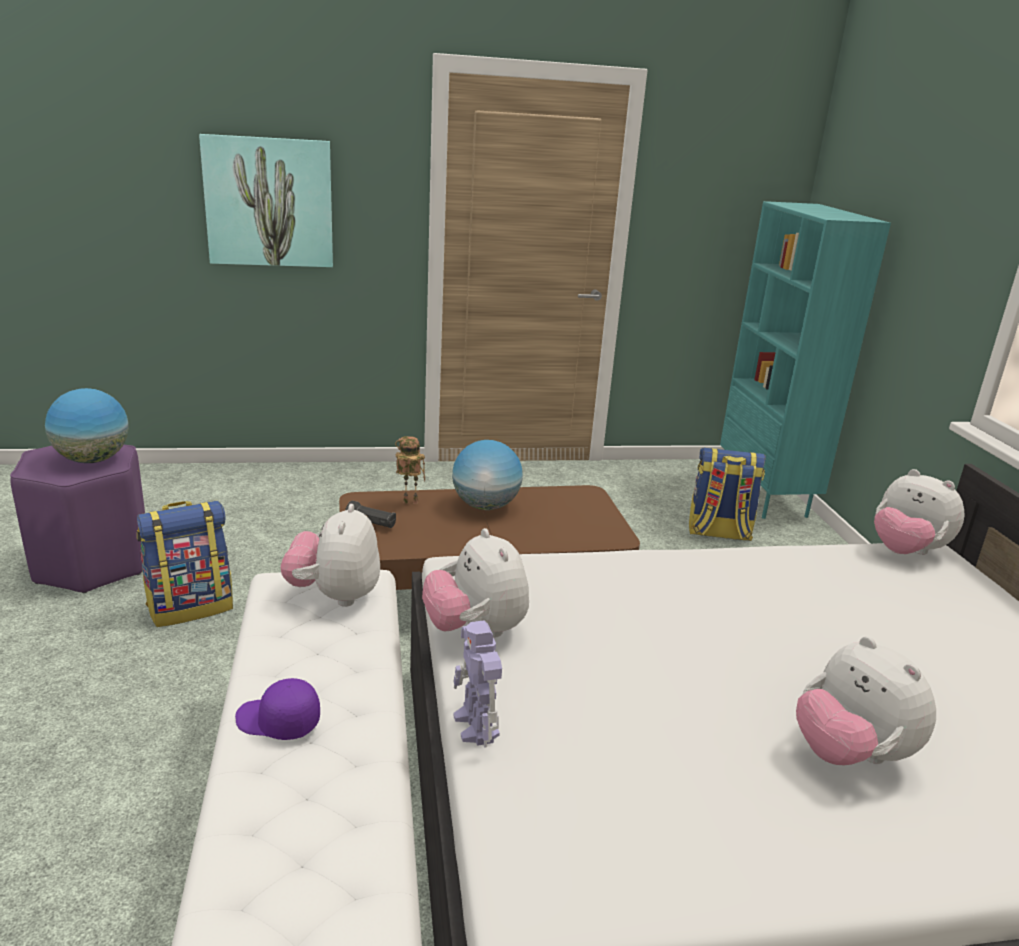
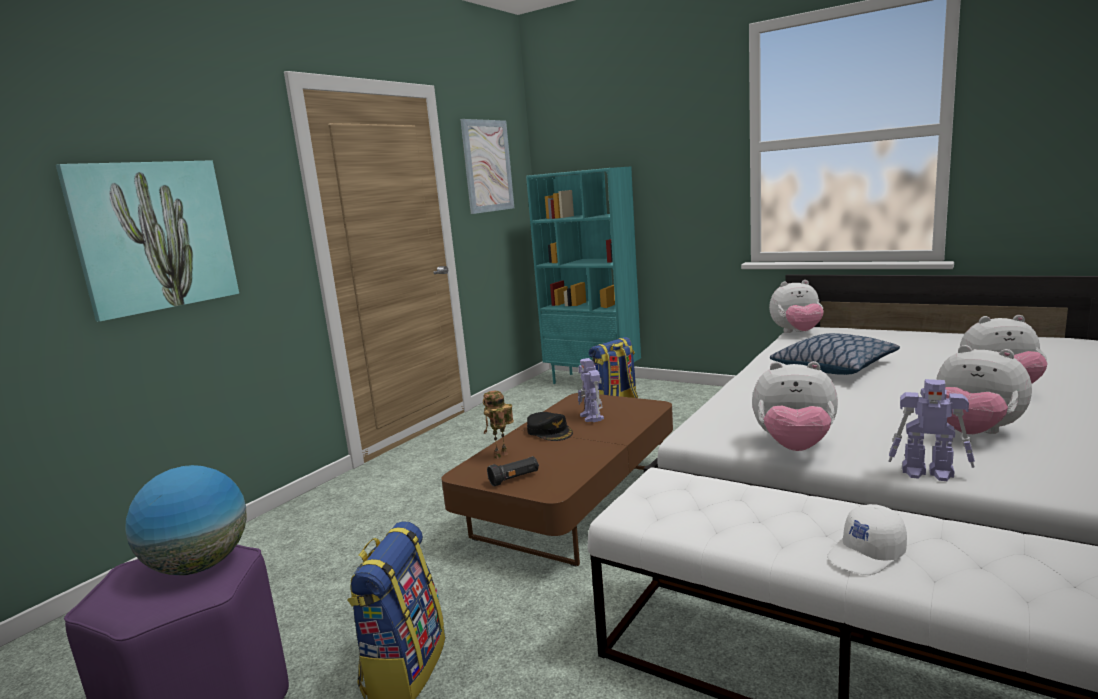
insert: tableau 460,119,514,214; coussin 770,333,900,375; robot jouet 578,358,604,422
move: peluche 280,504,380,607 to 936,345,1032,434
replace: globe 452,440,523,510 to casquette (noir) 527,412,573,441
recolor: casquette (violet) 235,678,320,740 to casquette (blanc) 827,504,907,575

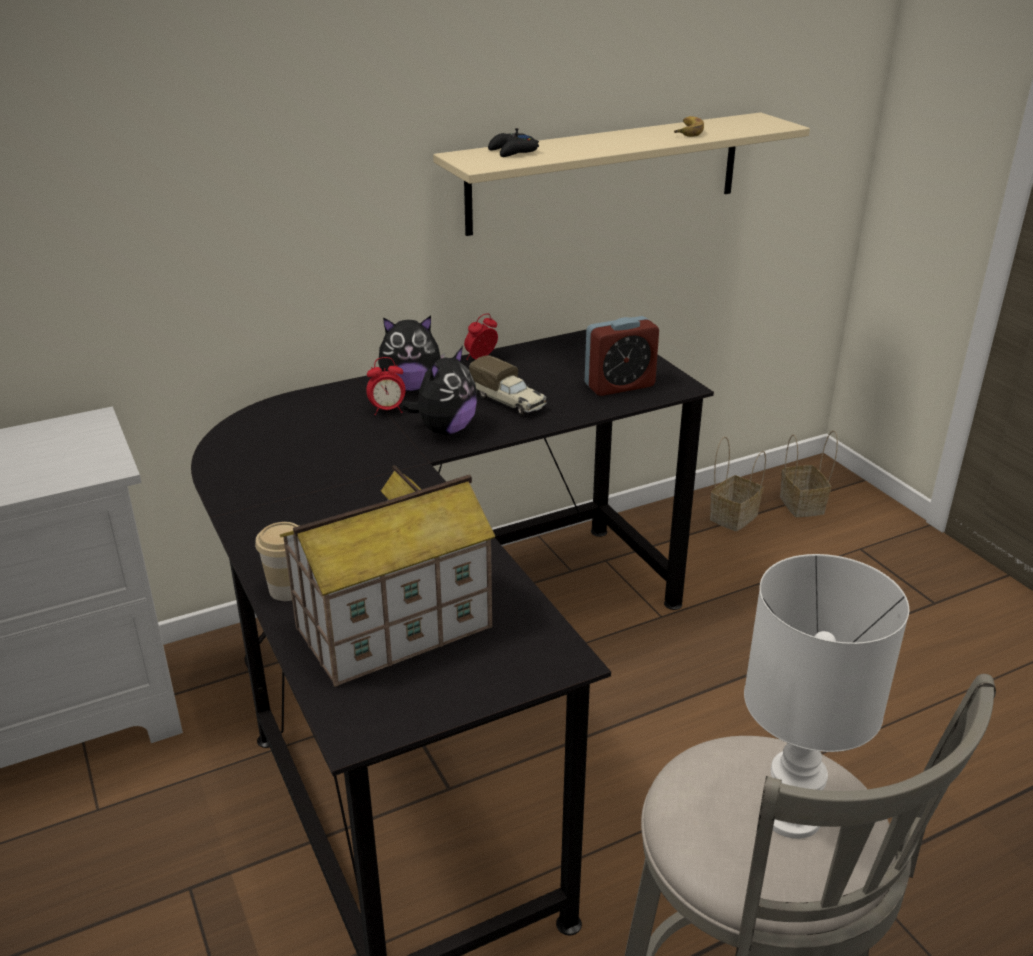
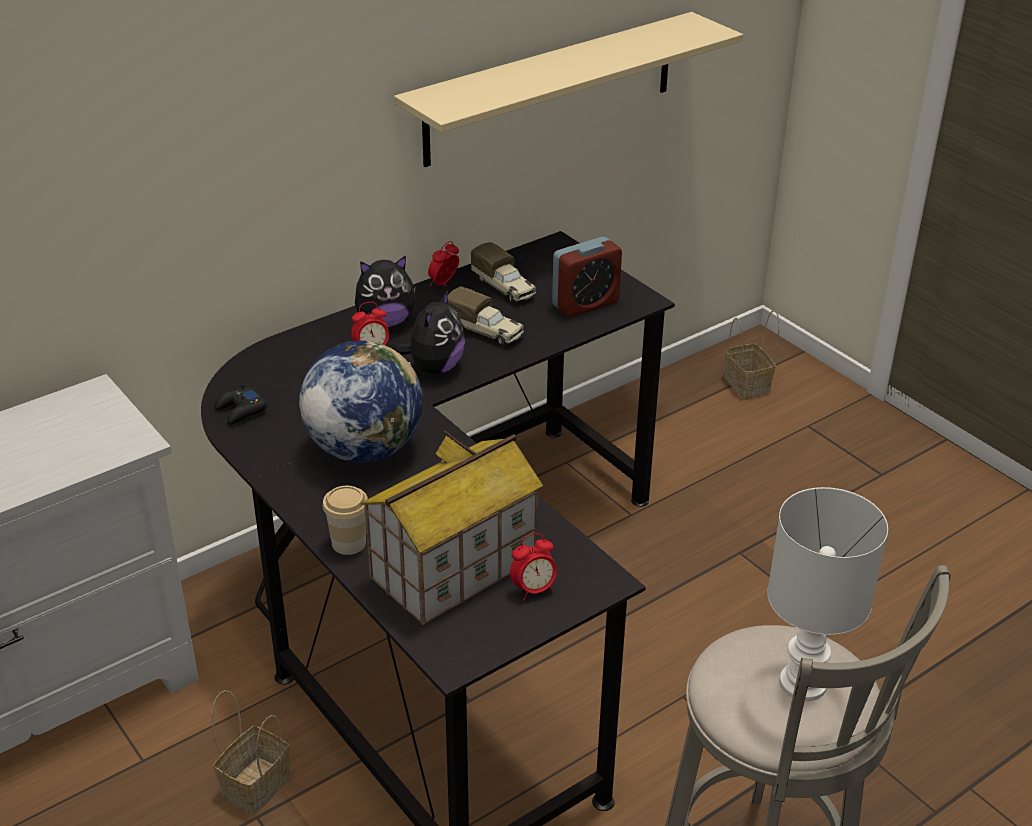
delete: banane 674,116,704,137
insert: camion jouet 471,242,536,303; globe 299,340,423,463; réveil 510,533,557,601
move: manette (noir) 488,128,539,157 to 214,384,267,425; panier 710,437,766,531 to 211,690,290,814

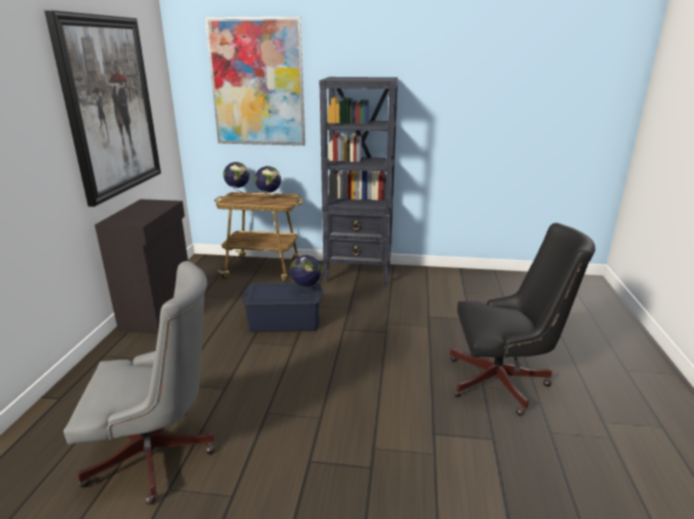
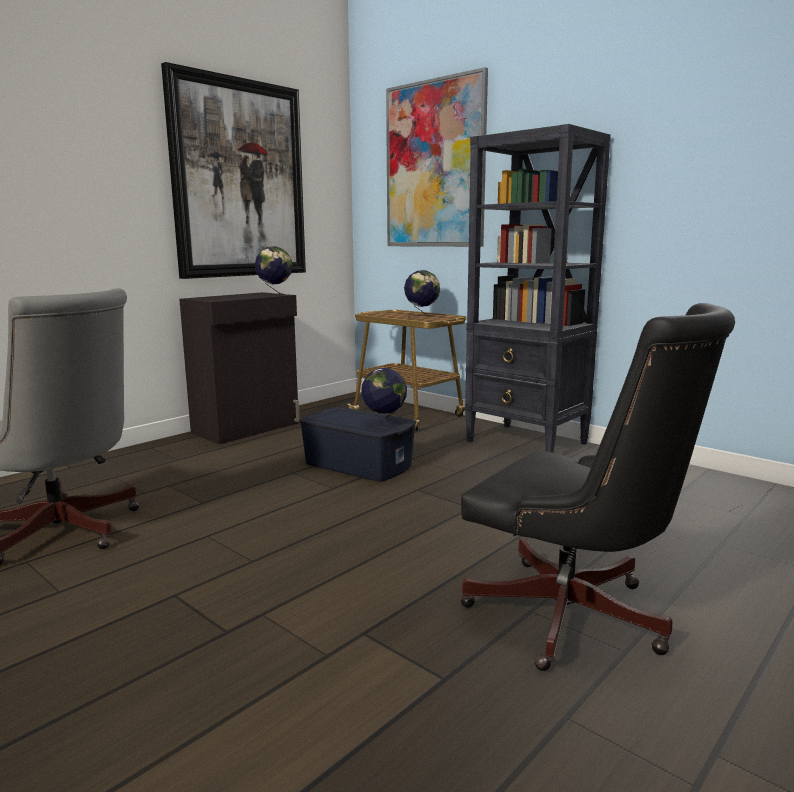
move: globe 223,162,249,197 to 255,246,293,296

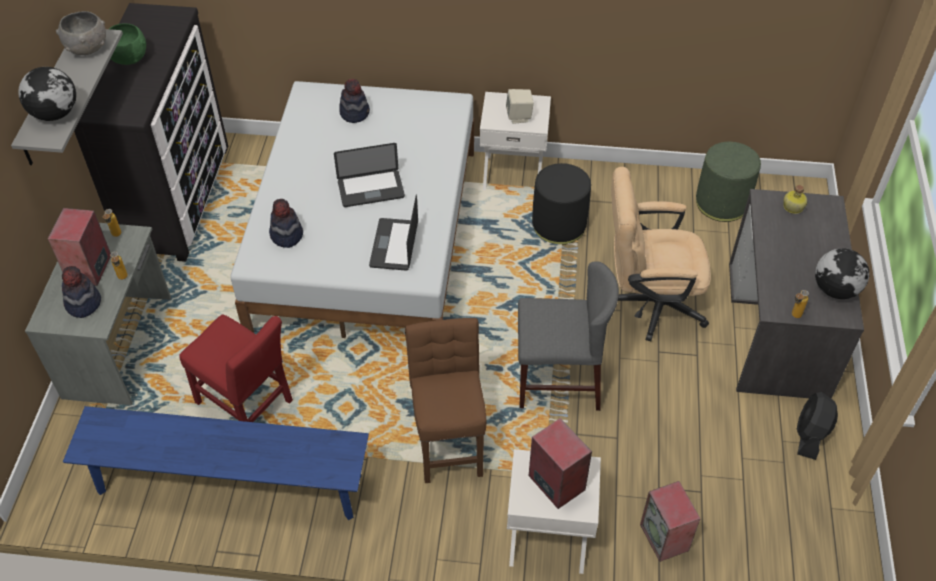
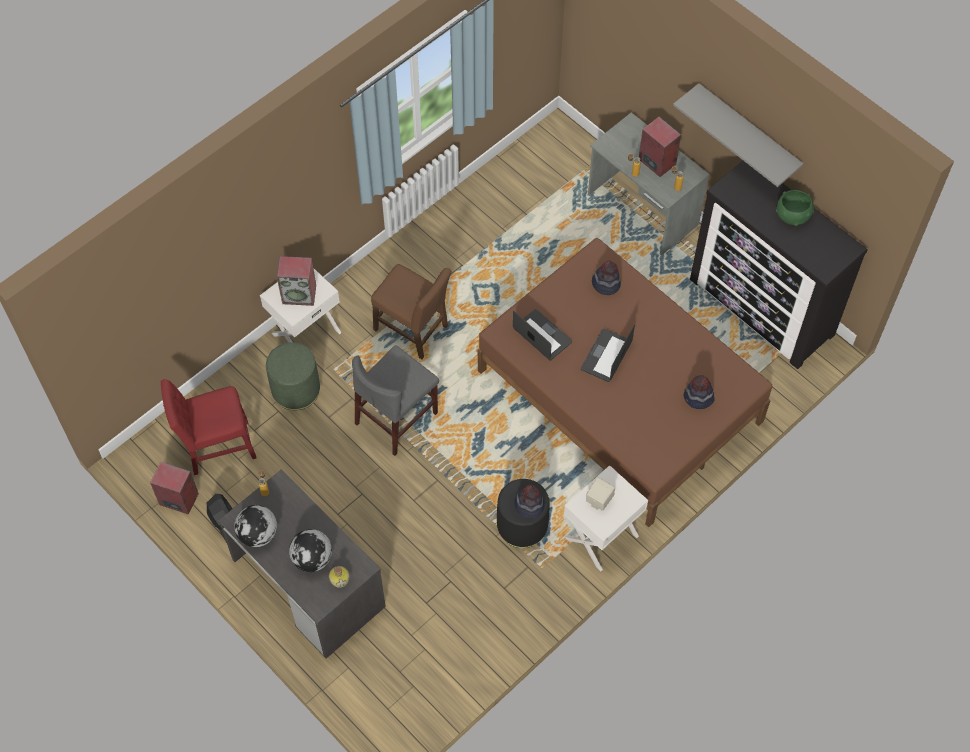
delete: bol (gris) 56,11,106,55; chaise de bureau (beige) 611,167,711,341; banc (bleu) 63,406,369,520
move: globe 18,67,76,121 to 289,529,332,572; pouf (vert) 696,142,761,222 to 266,342,320,411; chapeau 62,266,101,318 to 514,485,544,519; chaise (rouge) 179,315,293,422 to 161,379,256,475; enceinte 640,481,701,562 to 150,462,199,515
recolor: lit (blanc) 230,81,474,338 to lit (marron) 478,238,773,528

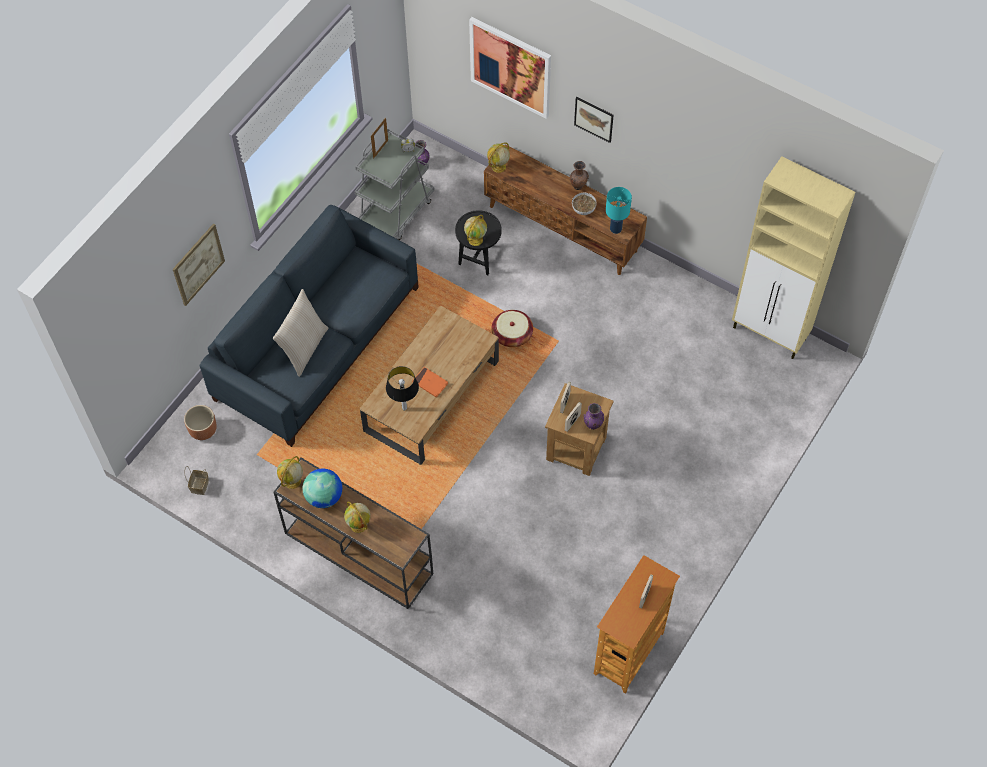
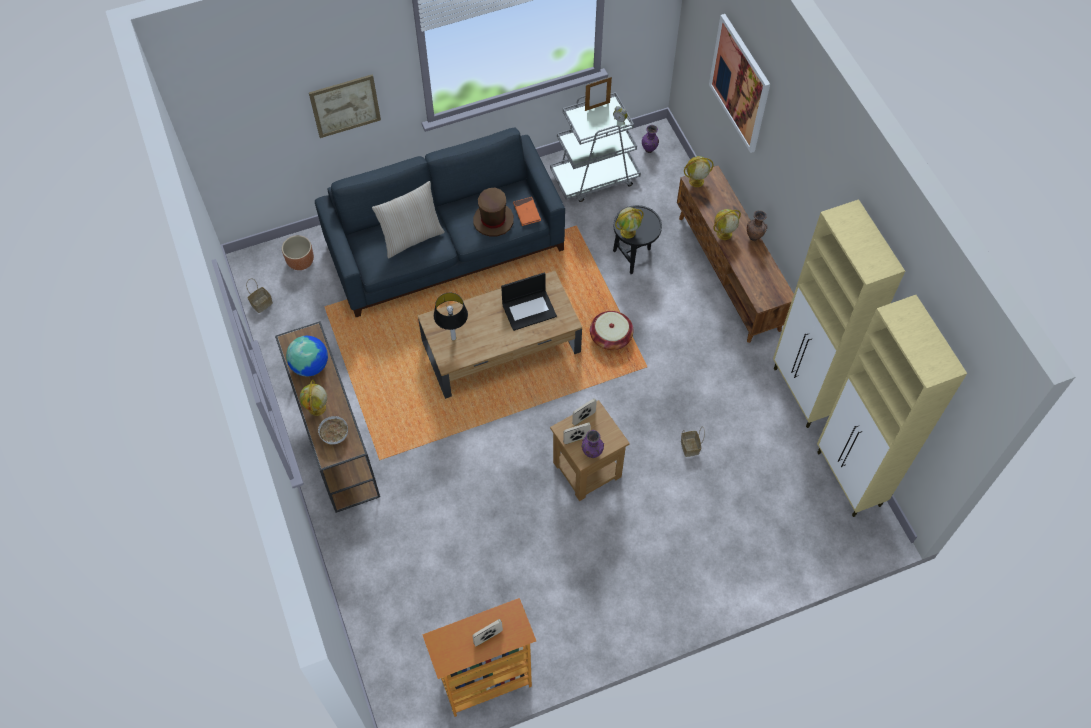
delete: tableau 574,97,614,143; lampe de table (turquoise) 606,187,632,234
insert: chapeau (marron) 473,187,514,236; meuble de rangement (beige) 773,199,905,428; ordinateur portable 501,272,557,331; panier 681,426,705,457
move: bol 572,193,597,215 to 318,416,348,445; livre (orange) 412,367,449,397 to 513,197,541,226; globe 277,456,303,489 to 714,209,741,240

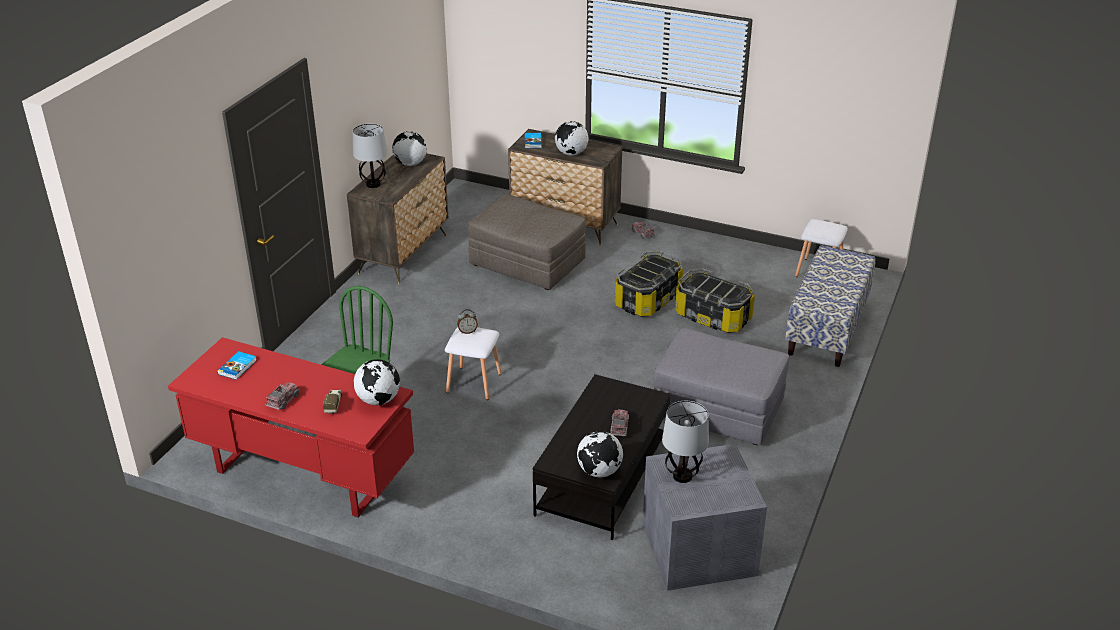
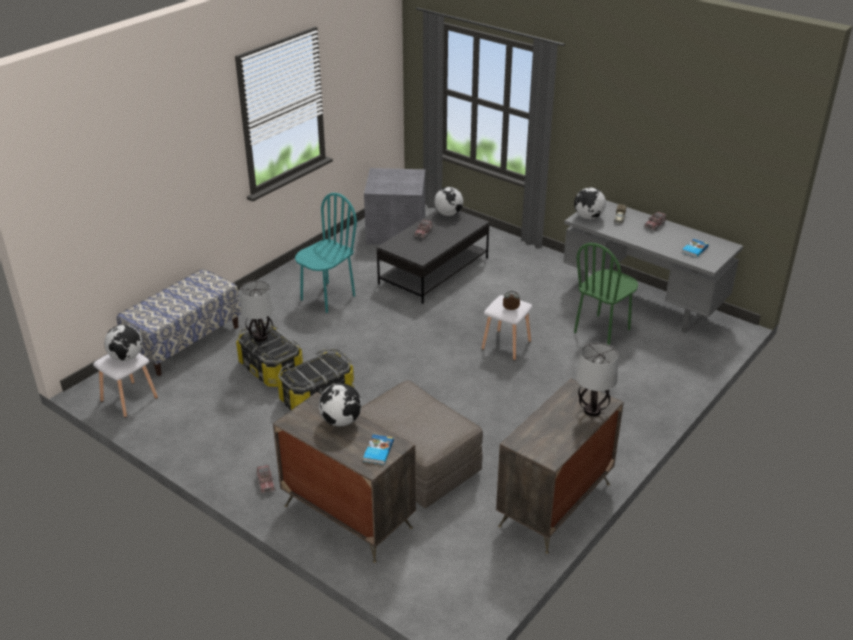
move: globe 392,131,427,166 to 104,324,142,361; lampe de table 662,401,709,483 to 240,281,274,342
replace: pouf (gris) 654,328,789,446 to chaise (turquoise) 295,193,357,313
recolor: bureau (rouge) 168,337,414,518 to bureau (gris) 563,200,743,333

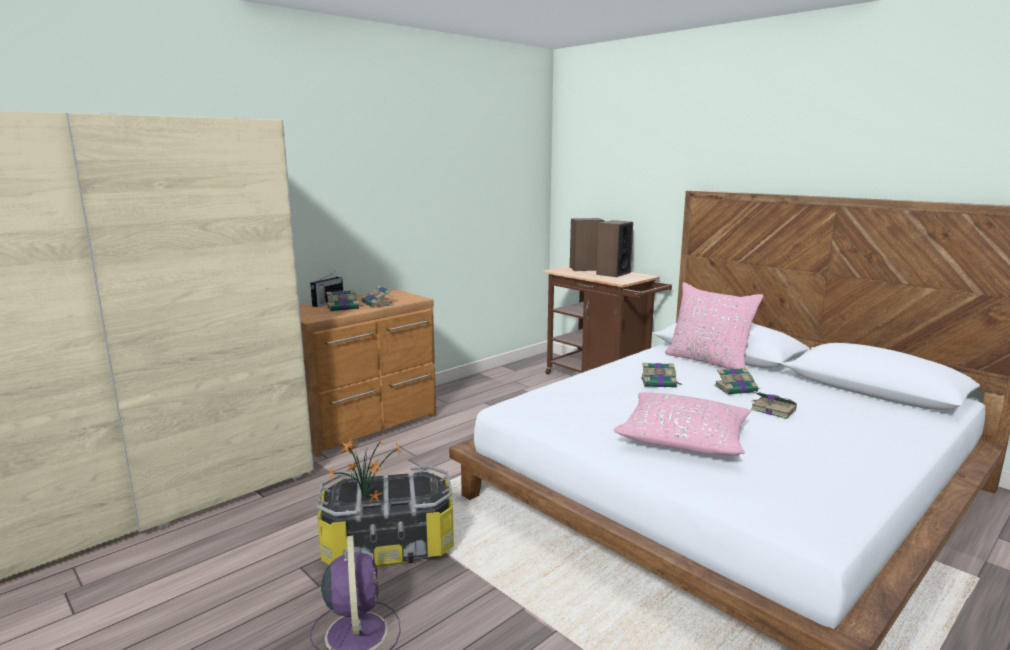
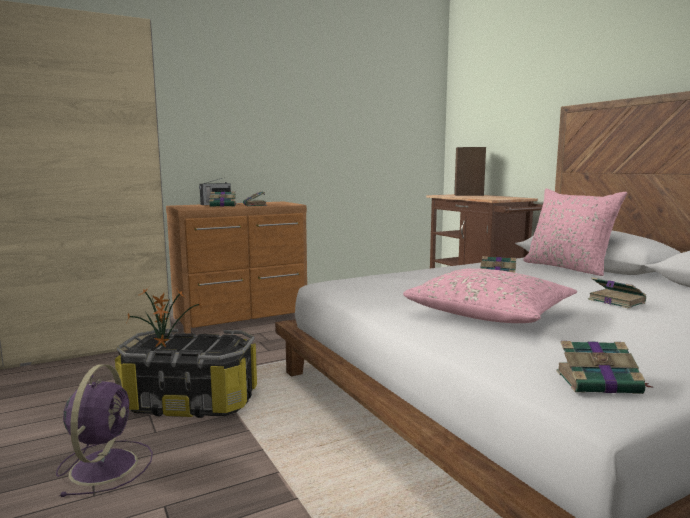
delete: enceinte 596,220,633,277
move: livre 714,368,761,395 to 557,341,652,394

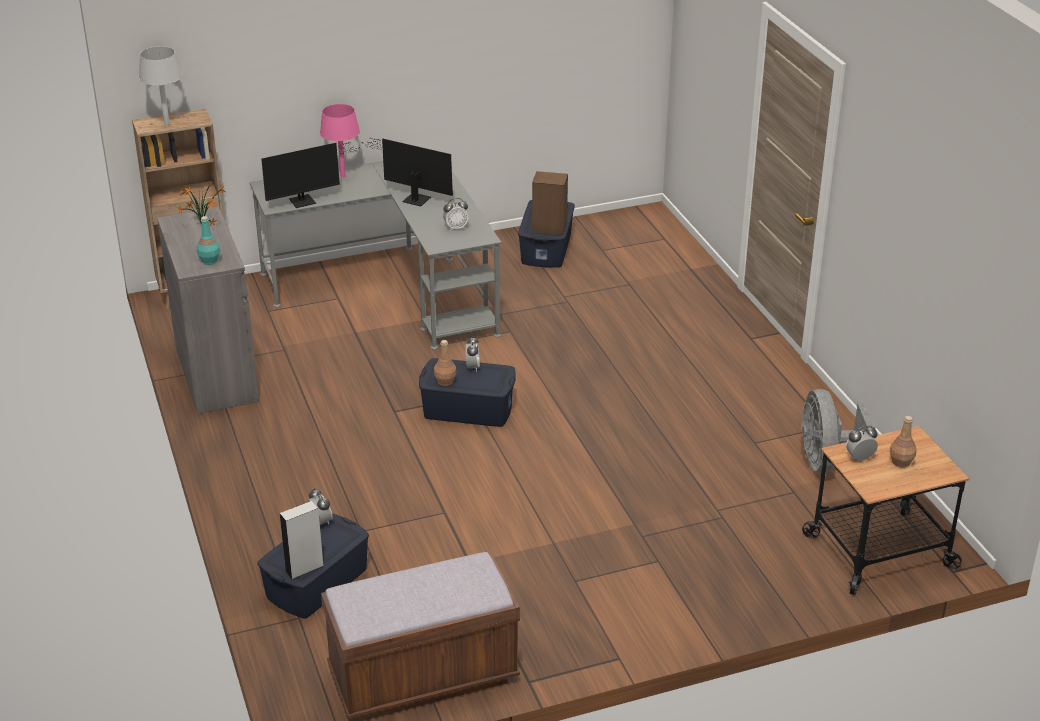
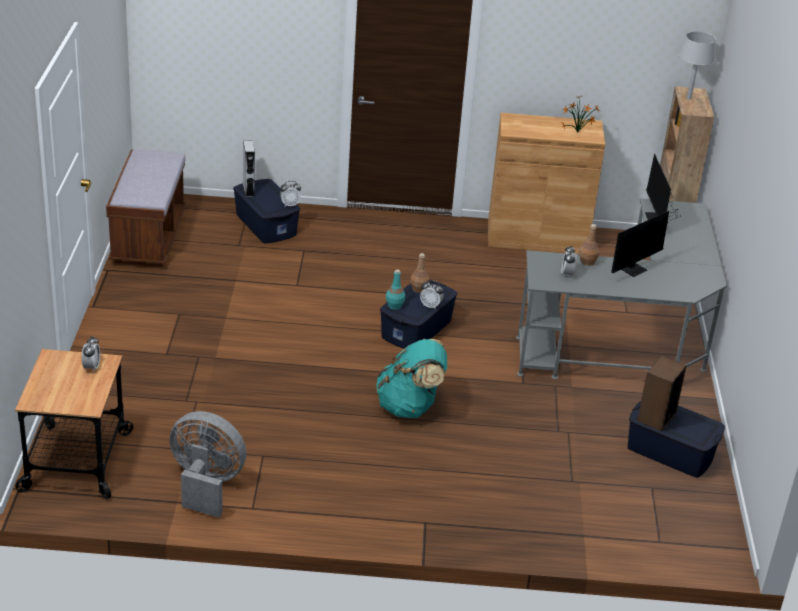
delete: lampe de table (rose) 320,104,360,177
insert: sac à dos (turquoise) 377,339,447,418
move: bouteille (turquoise) 197,216,220,265 to 386,269,405,310; bouteille (marron) 890,416,917,468 to 579,224,599,266
recolor: meuble de rangement (gris) 157,208,260,414 to meuble de rangement (marron) 488,113,605,254

